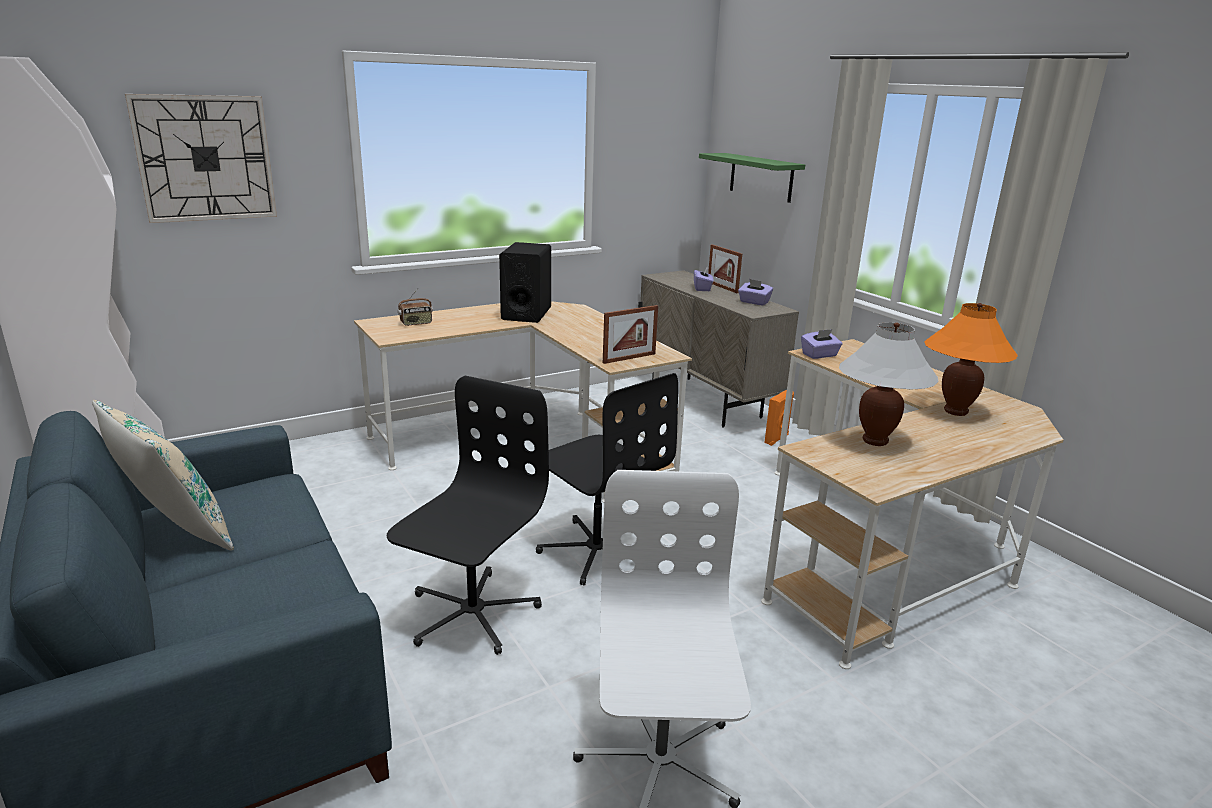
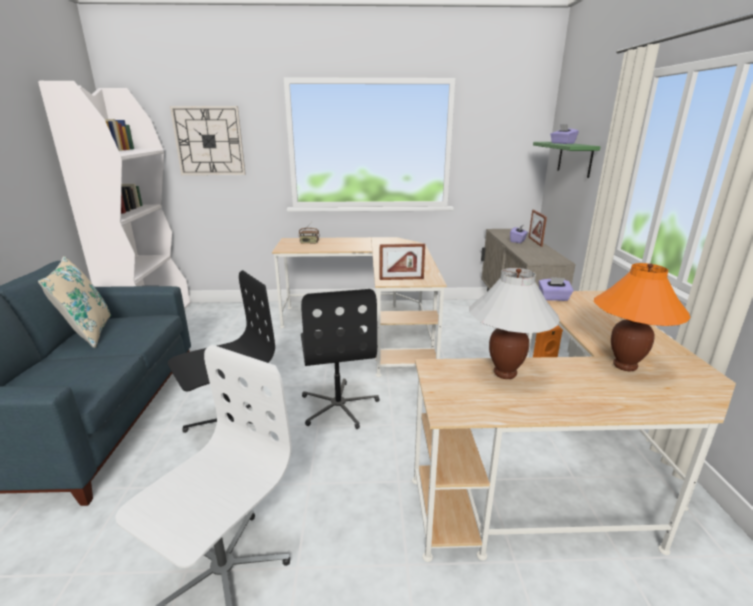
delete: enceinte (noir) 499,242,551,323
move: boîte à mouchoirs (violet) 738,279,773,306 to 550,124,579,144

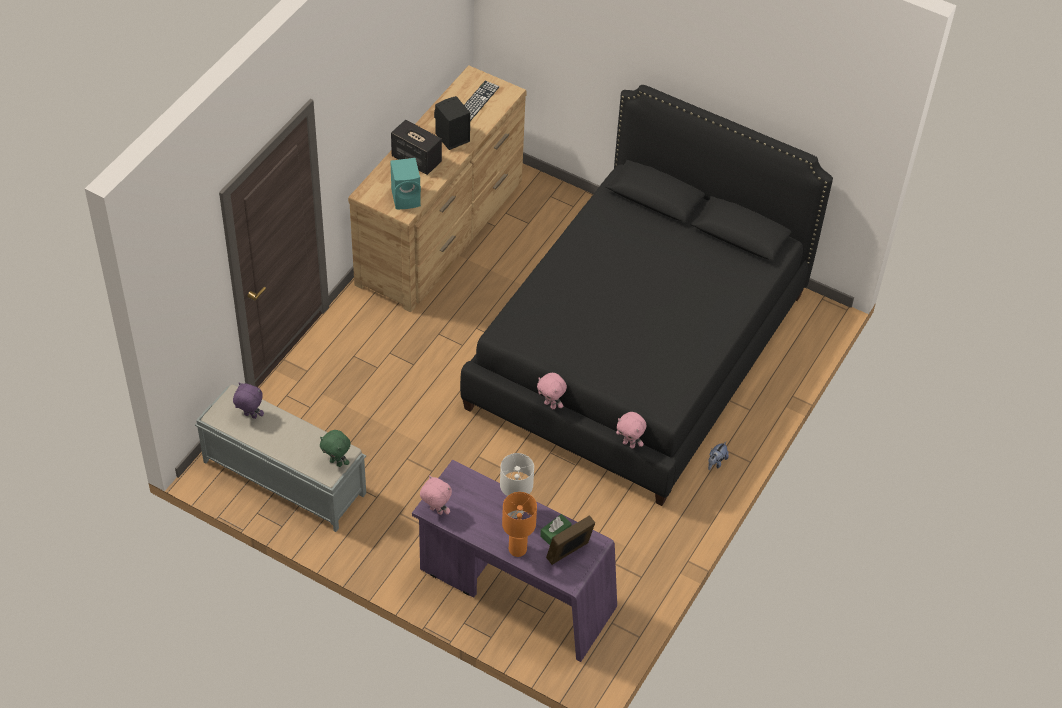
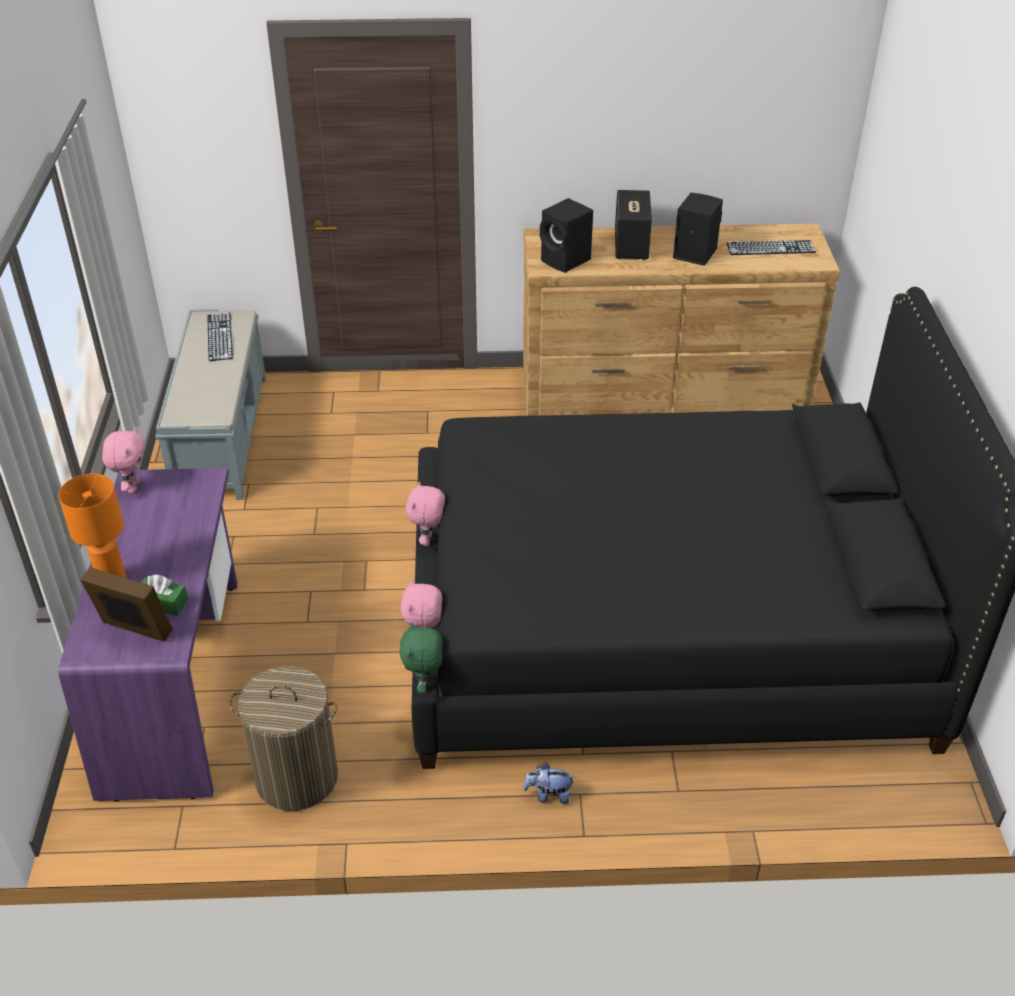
delete: lampe de table (blanc) 500,453,534,518
insert: panier à linge 229,666,338,811
move: peluche (vert) 320,430,351,467 to 400,622,443,693
replace: peluche (violet) 233,383,264,419 to clavier 207,312,233,361
recolor: enceinte (turquoise) 390,158,421,209 to enceinte (noir) 540,198,593,273

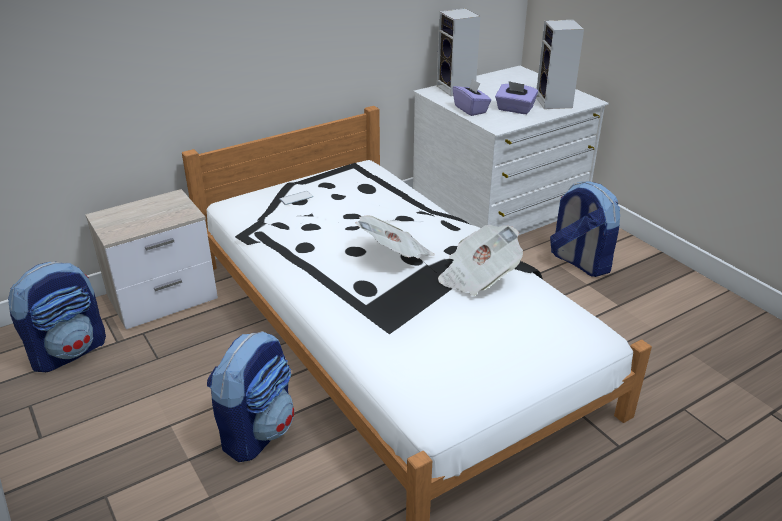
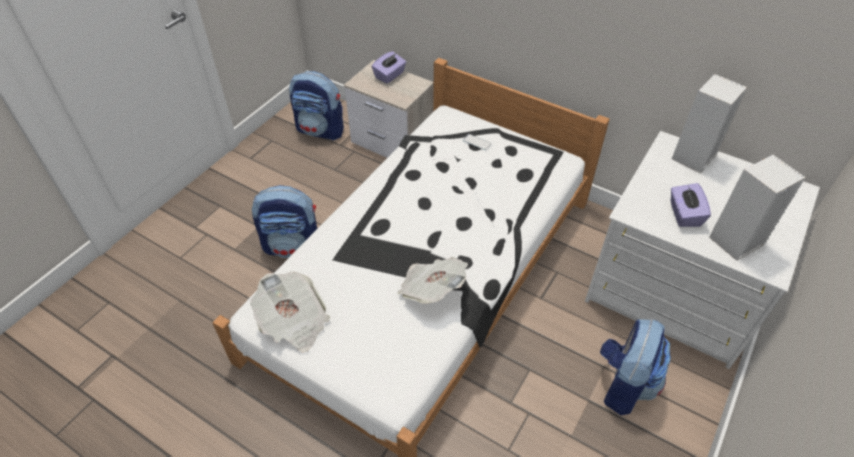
move: boîte à mouchoirs (violet) 453,78,491,116 to 372,51,406,83; journal 355,215,435,259 to 250,272,330,352

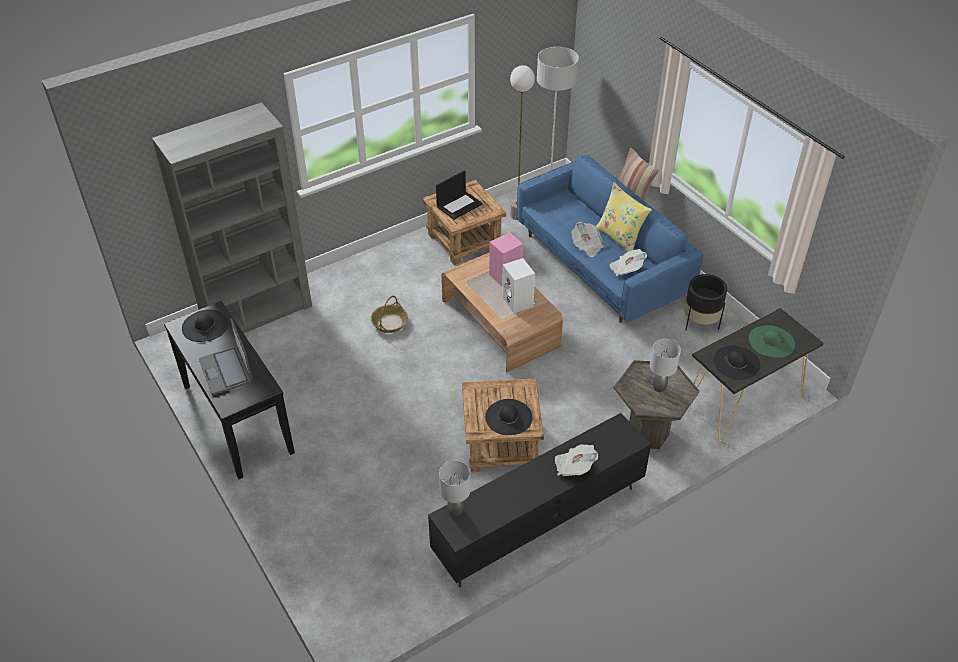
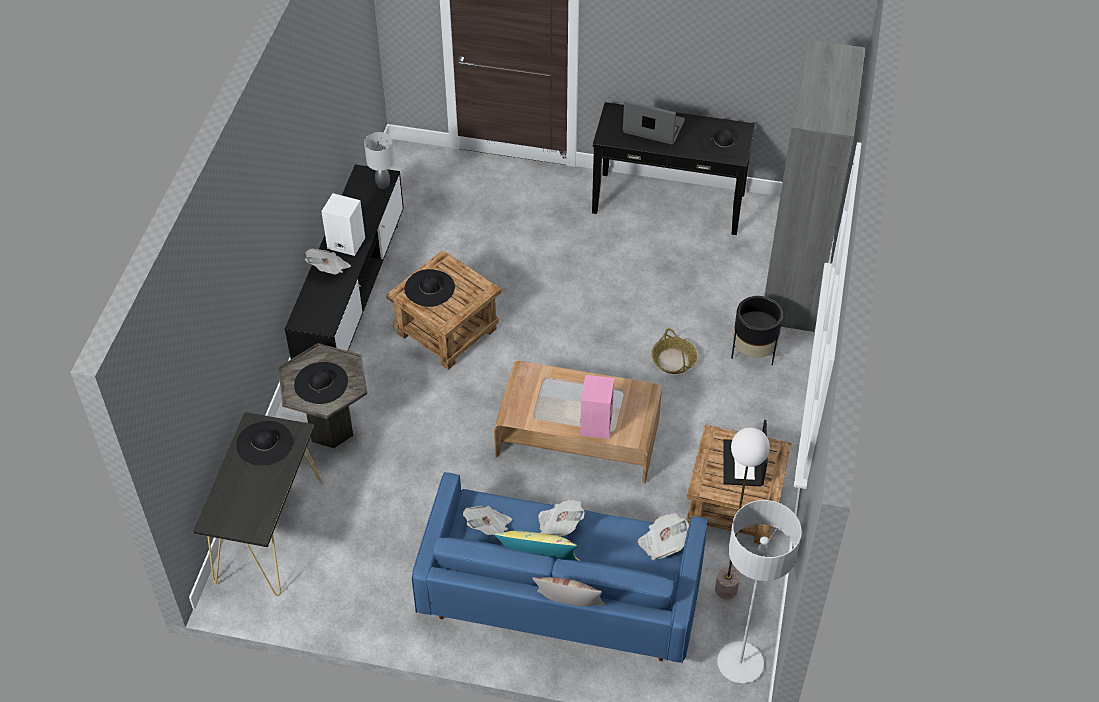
delete: chapeau (vert) 749,325,795,358
insert: journal 638,513,689,560
move: enceinte (blanc) 502,258,535,314 to 321,193,365,256; cache-pot (noir) 684,274,727,331 to 731,296,783,365
replace: lampe de table (gris) 650,339,681,392 to chapeau (noir) 294,362,348,404

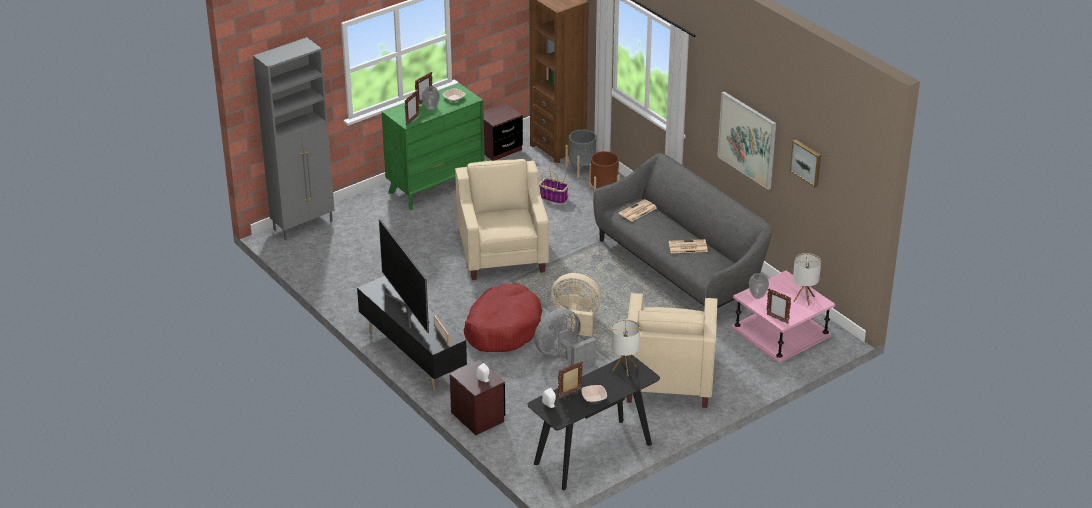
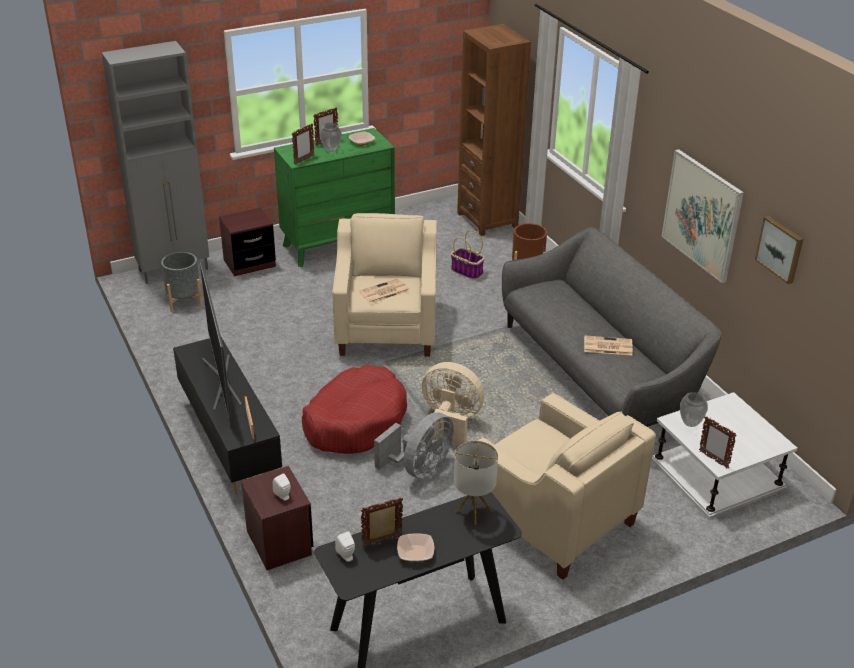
delete: lampe de table 793,253,821,306
move: table de chevet (marron) 484,103,523,161 to 219,207,276,276; cache-pot (gris) 565,129,600,178 to 161,252,203,312; journal 619,199,657,222 to 359,278,410,304
recolor: table d'appoint (rose) 731,270,835,363 to table d'appoint (blanc) 652,392,798,520
rotate: fauteuil (beige) 626,293,718,408 = 470,393,656,580 60 degrees counterclockwise; ventilateur (gris) 534,308,596,366 = 374,412,454,479 150 degrees clockwise

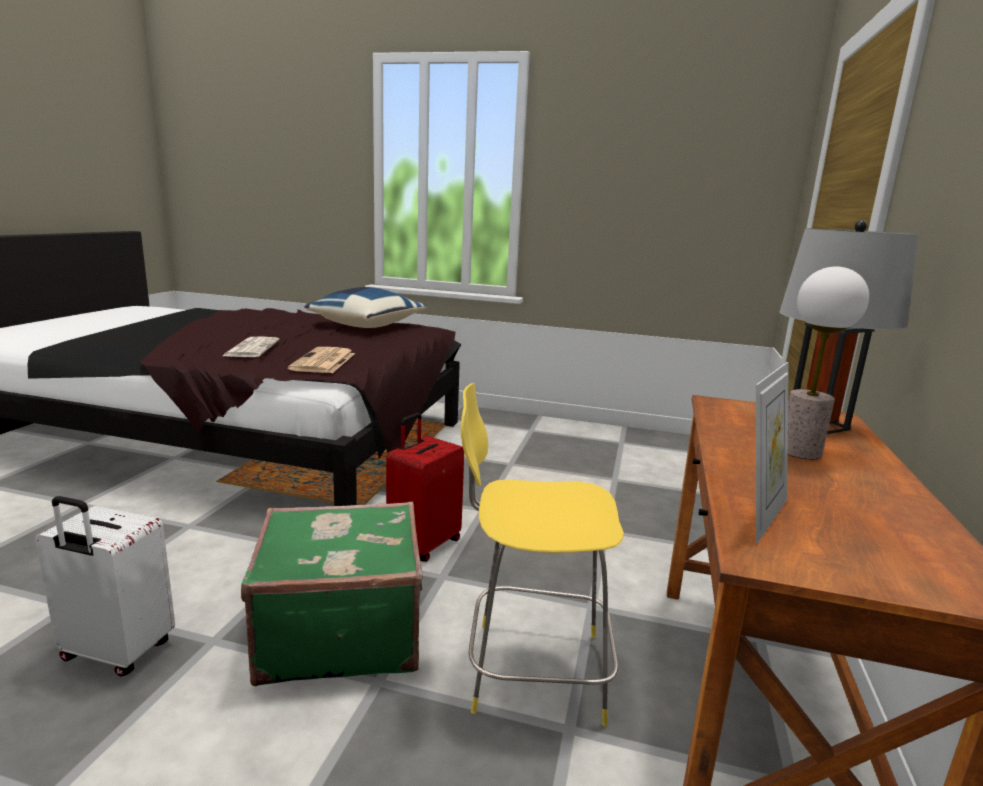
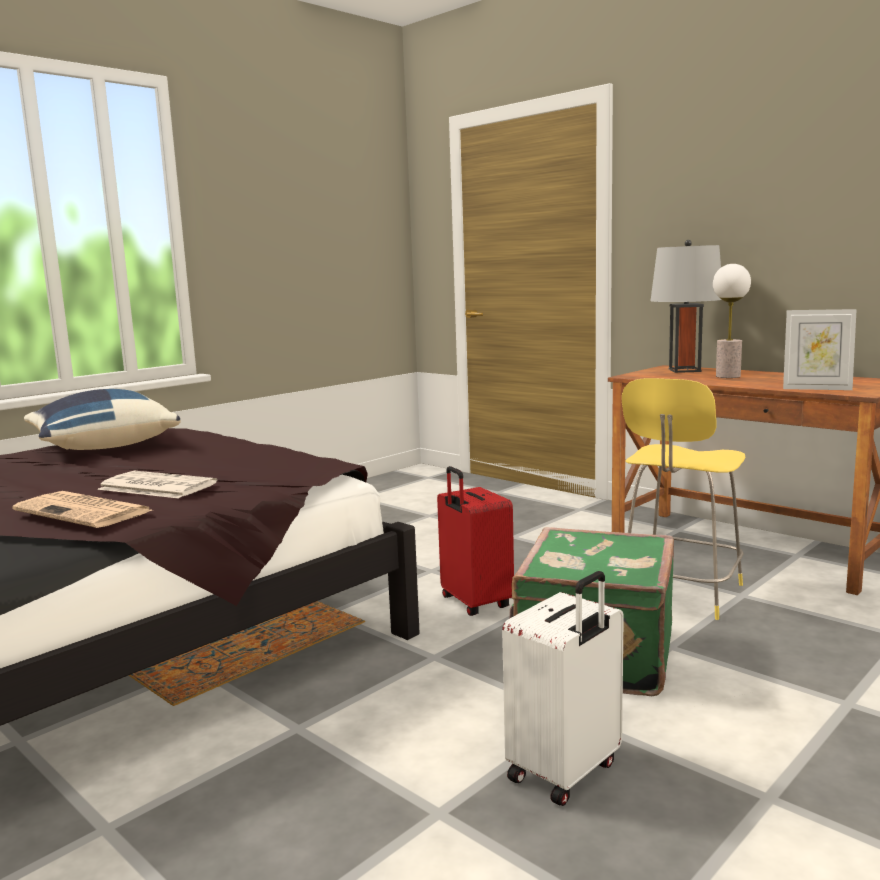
move: journal 288,347,355,373 to 12,491,152,528
rotate: cadre photo 756,362,789,544 = 783,309,857,390 135 degrees clockwise

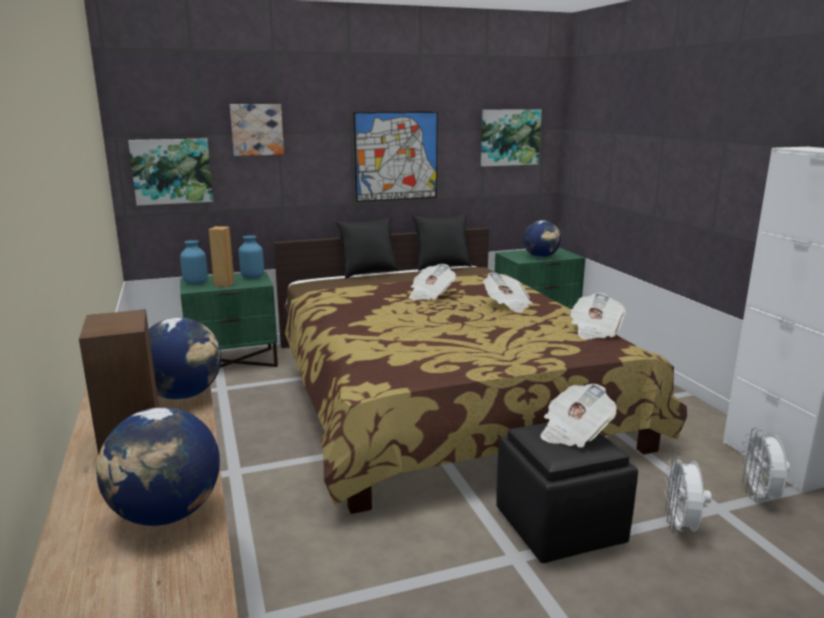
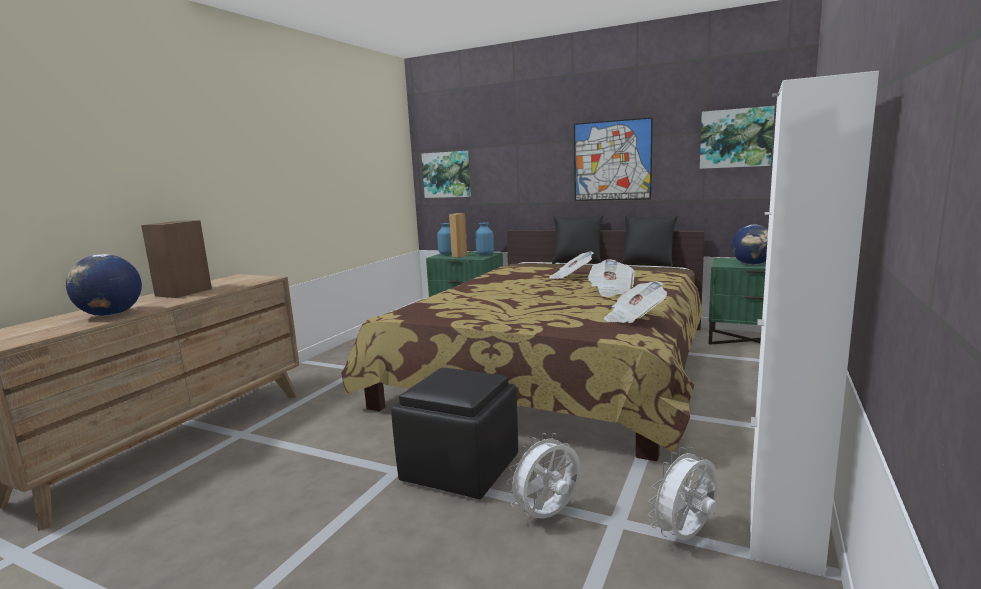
delete: tableau 230,104,284,156; globe 149,317,221,400; journal 540,384,617,447

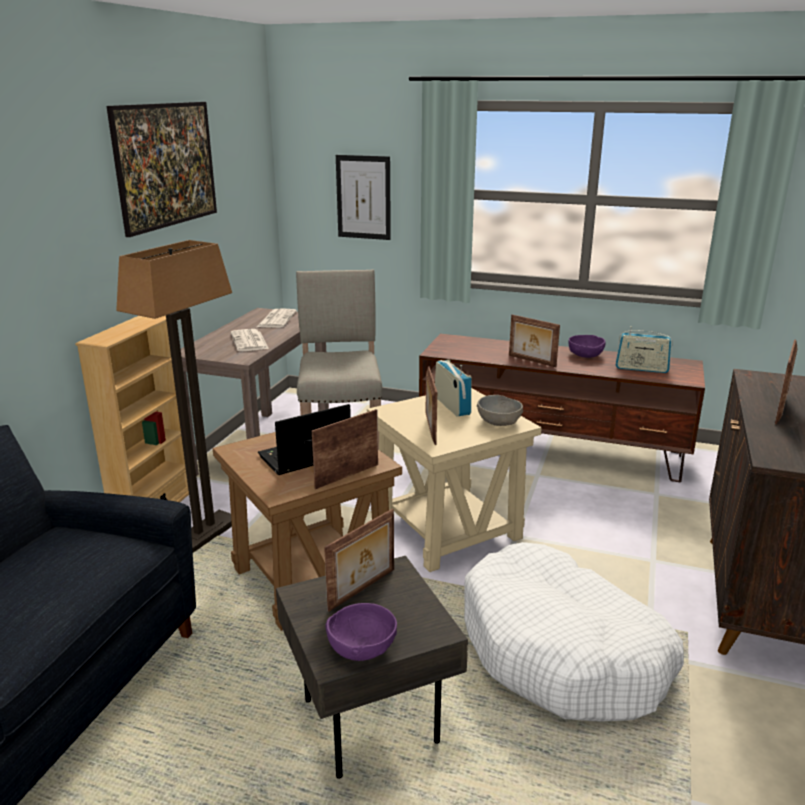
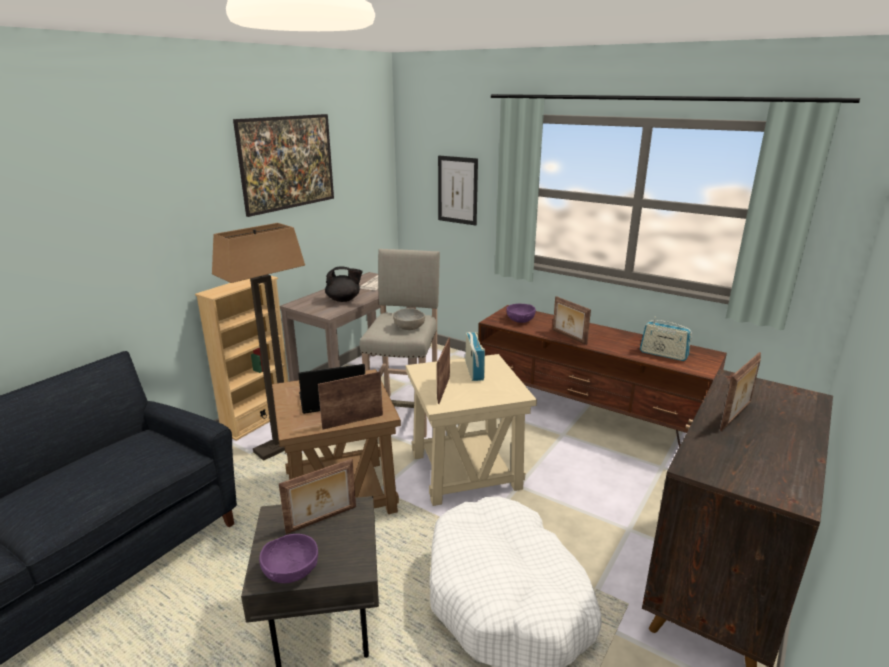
move: bol (violet) 569,335,606,358 to 506,304,536,323; bol (gris) 477,395,523,426 to 393,308,425,330
replace: journal 231,329,269,351 to théière (noir) 325,266,363,302

